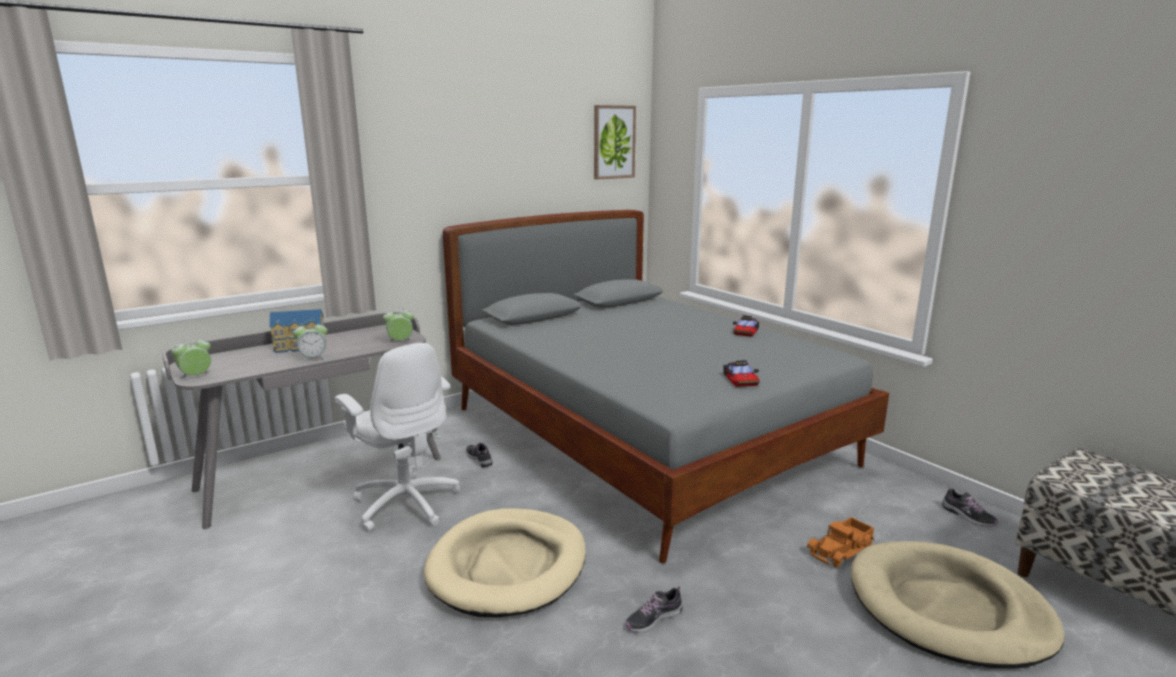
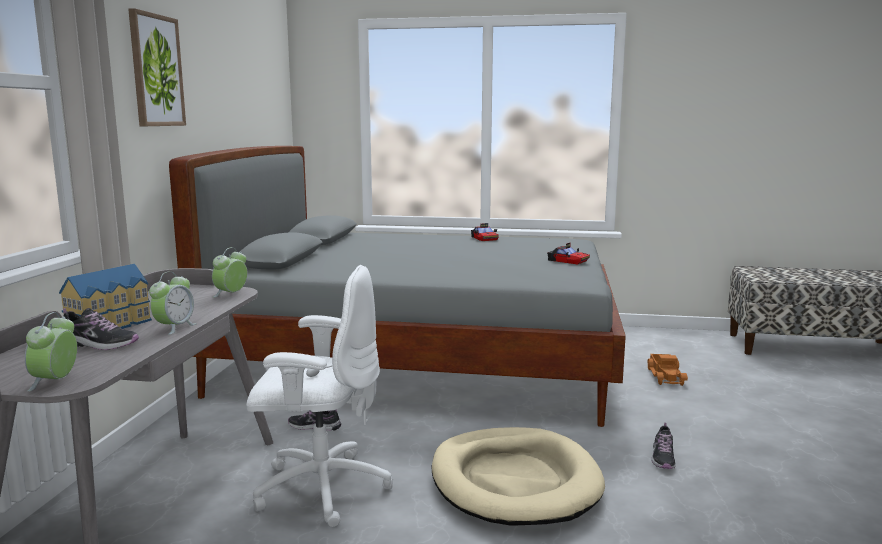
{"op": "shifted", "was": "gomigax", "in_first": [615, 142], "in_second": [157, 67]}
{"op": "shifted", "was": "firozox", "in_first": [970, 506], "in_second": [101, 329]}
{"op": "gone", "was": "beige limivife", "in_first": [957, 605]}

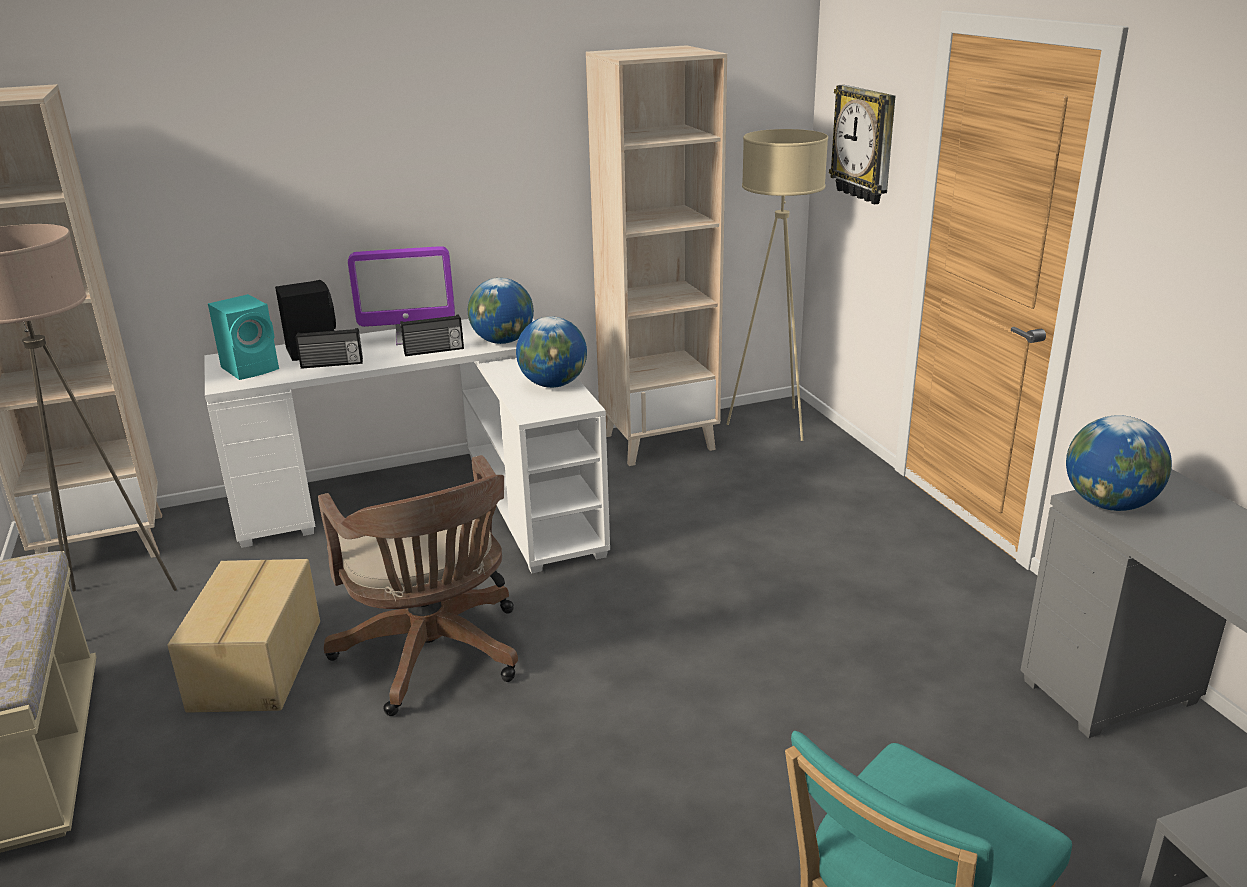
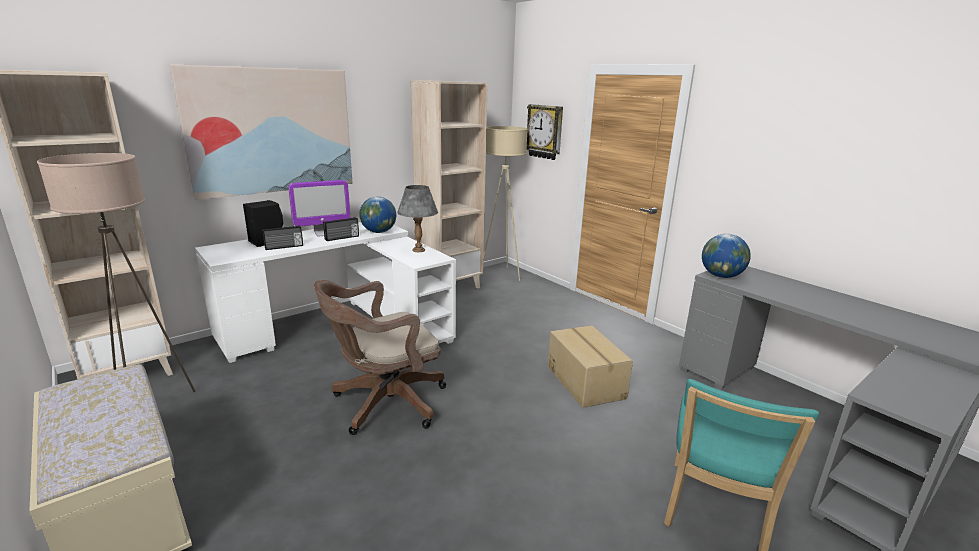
{"op": "gone", "was": "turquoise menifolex", "in_first": [243, 337]}
{"op": "swapped", "was": "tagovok", "now": "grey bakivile", "in_first": [551, 352], "in_second": [417, 218]}
{"op": "rotated", "was": "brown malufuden", "in_first": [418, 585], "in_second": [380, 357], "clockwise": 105}
{"op": "shifted", "was": "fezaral", "in_first": [244, 636], "in_second": [590, 366]}
{"op": "new", "now": "gomigax", "in_second": [260, 132]}

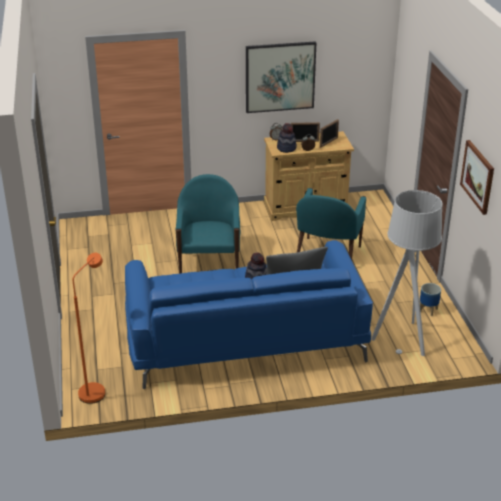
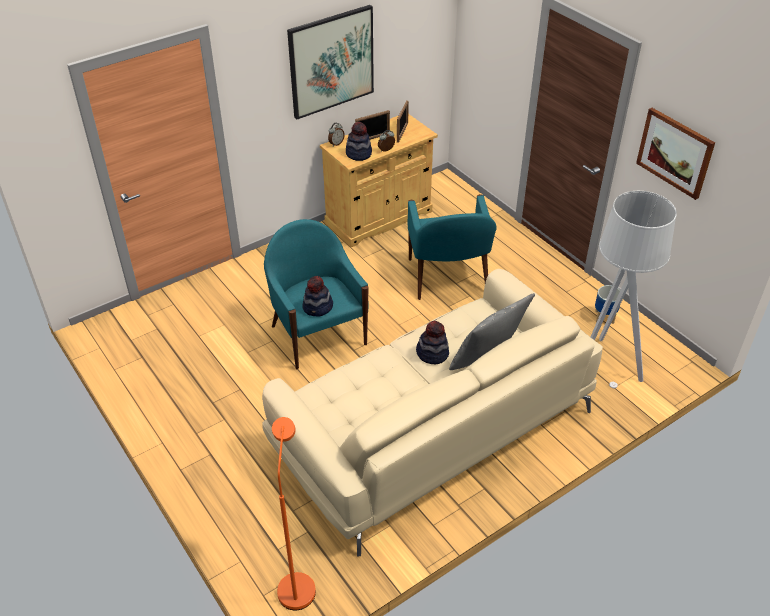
{"op": "repainted", "was": "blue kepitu", "now": "beige kepitu", "in_first": [249, 314], "in_second": [432, 412]}
{"op": "new", "now": "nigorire", "in_second": [317, 296]}

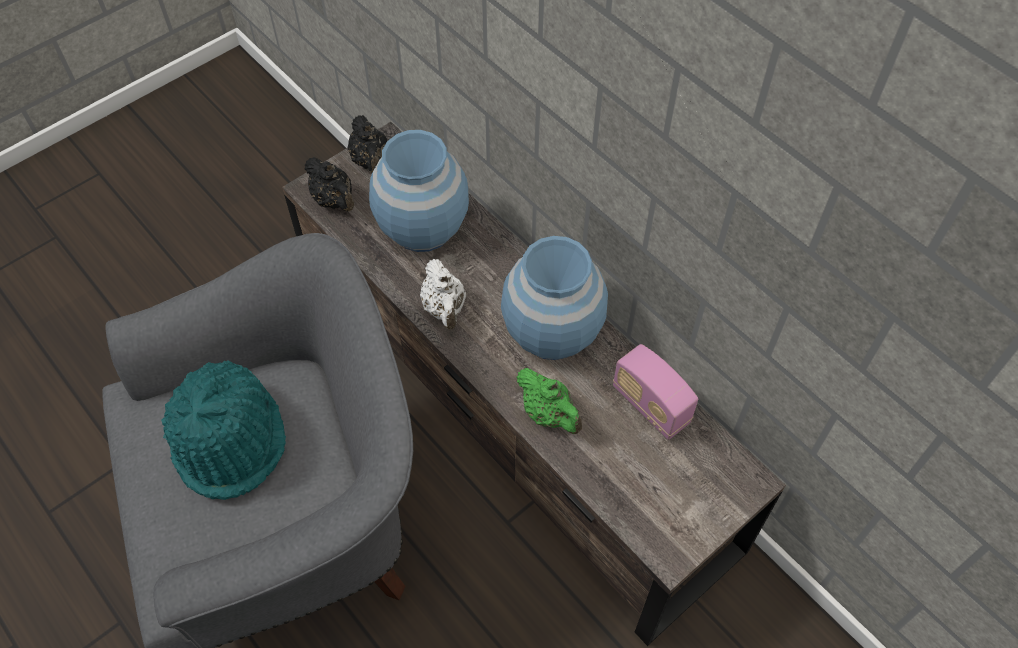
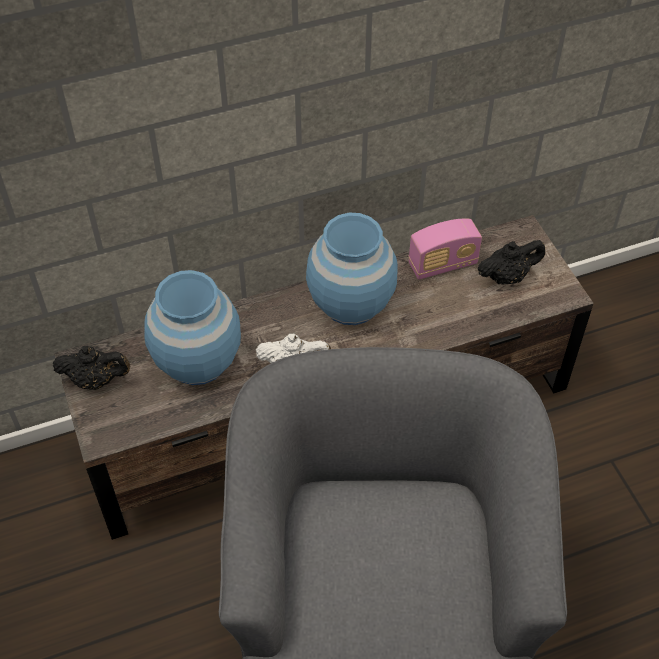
{"op": "shifted", "was": "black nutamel", "in_first": [329, 184], "in_second": [511, 262]}
{"op": "gone", "was": "turquoise nigorire", "in_first": [223, 430]}
{"op": "gone", "was": "green nutamel", "in_first": [549, 401]}

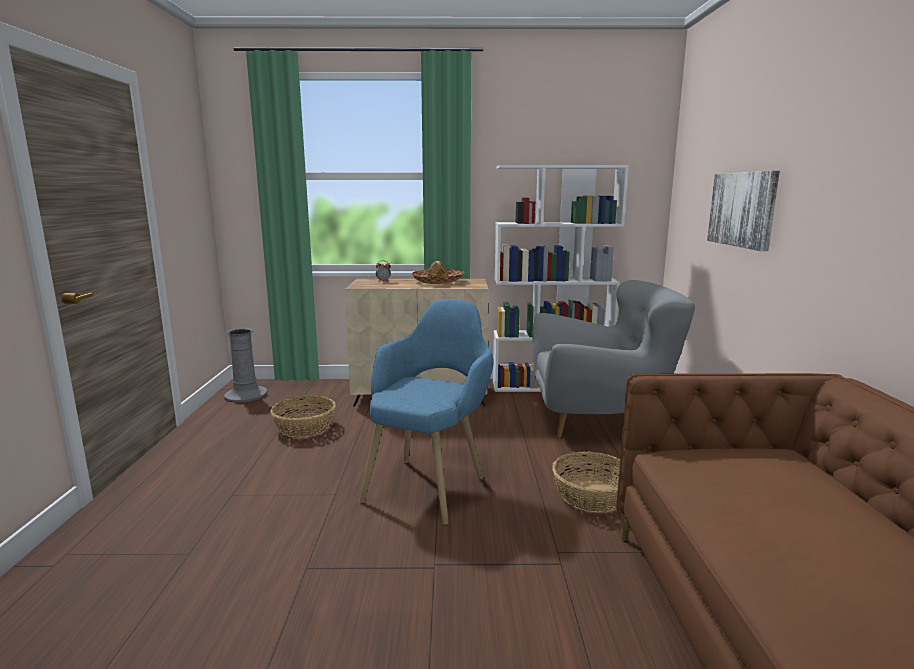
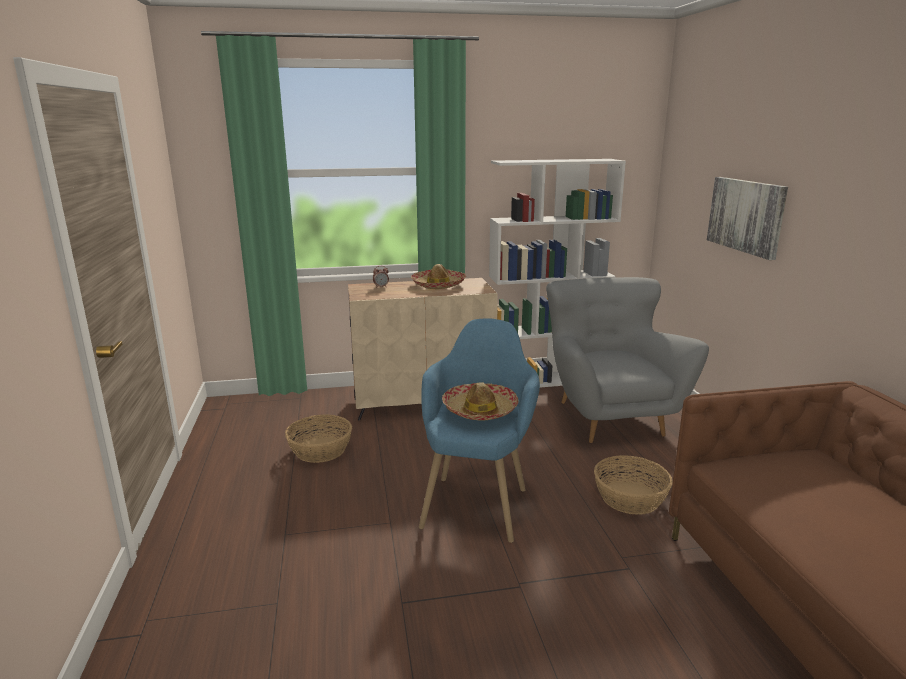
{"op": "rotated", "was": "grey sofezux", "in_first": [613, 359], "in_second": [627, 360], "clockwise": -90}
{"op": "gone", "was": "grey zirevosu", "in_first": [245, 365]}
{"op": "new", "now": "nigorire", "in_second": [480, 401]}

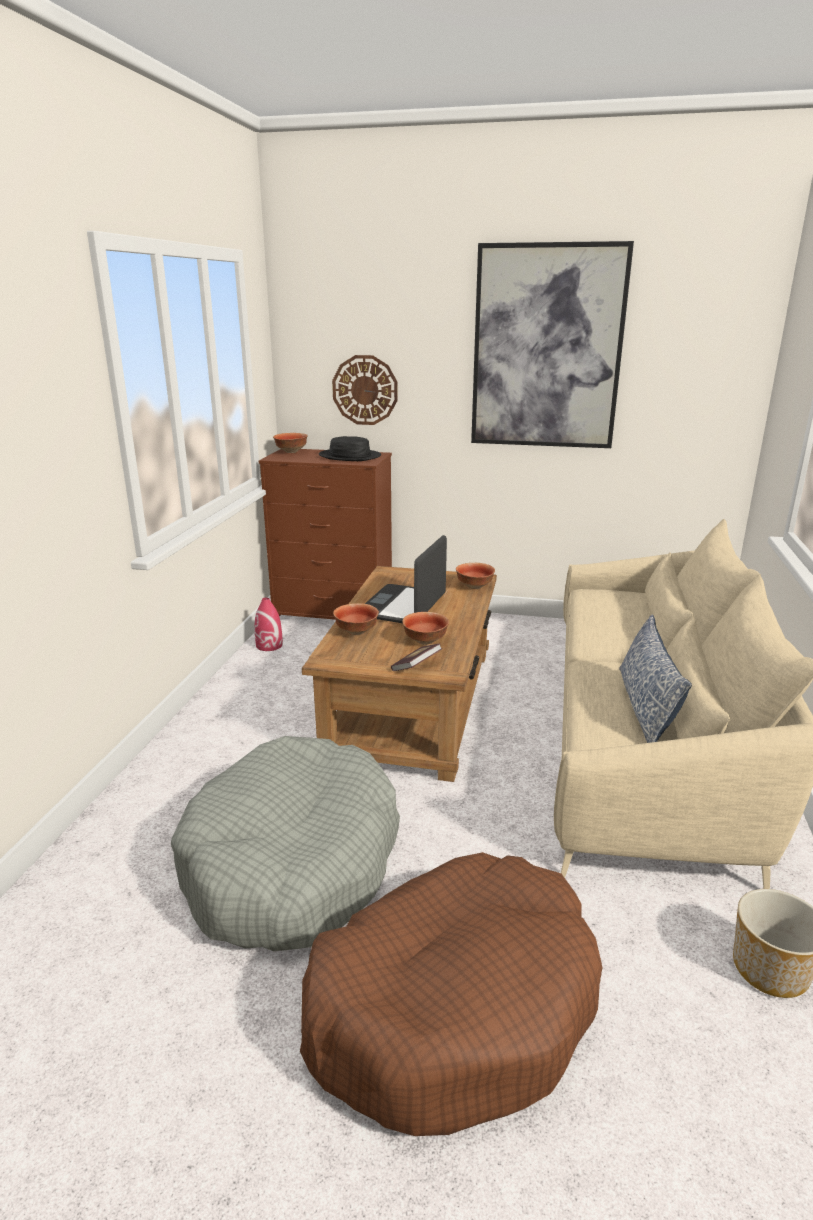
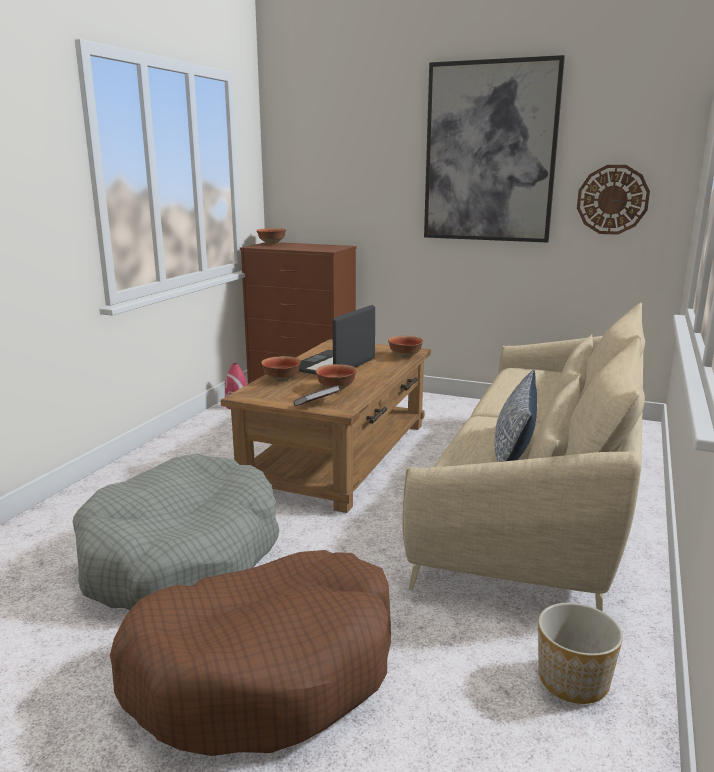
{"op": "shifted", "was": "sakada", "in_first": [365, 390], "in_second": [613, 200]}
{"op": "gone", "was": "black nigorire", "in_first": [350, 448]}

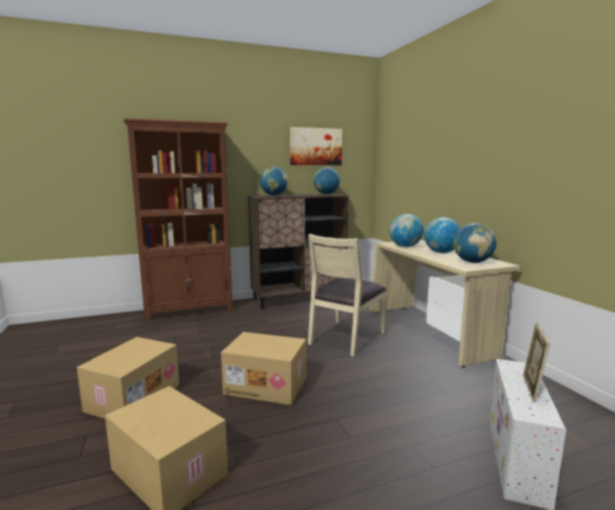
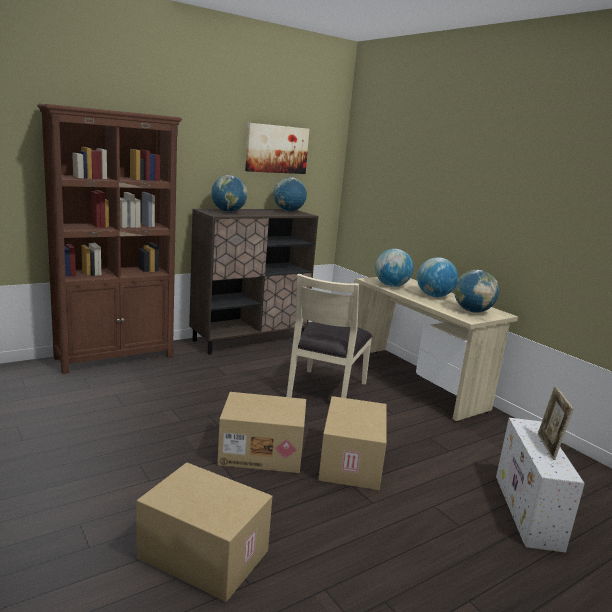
{"op": "shifted", "was": "fezaral", "in_first": [128, 378], "in_second": [352, 443]}

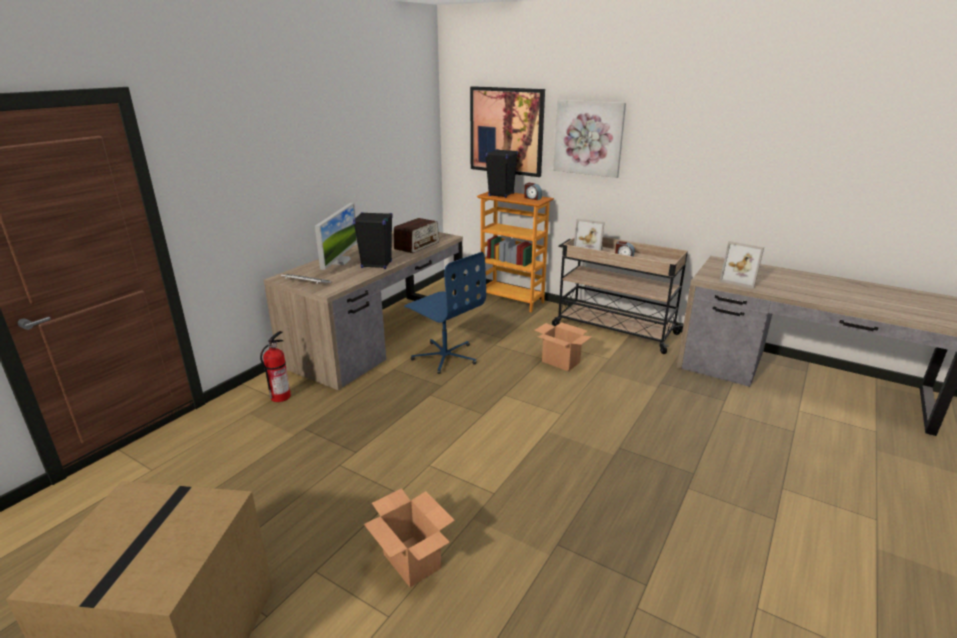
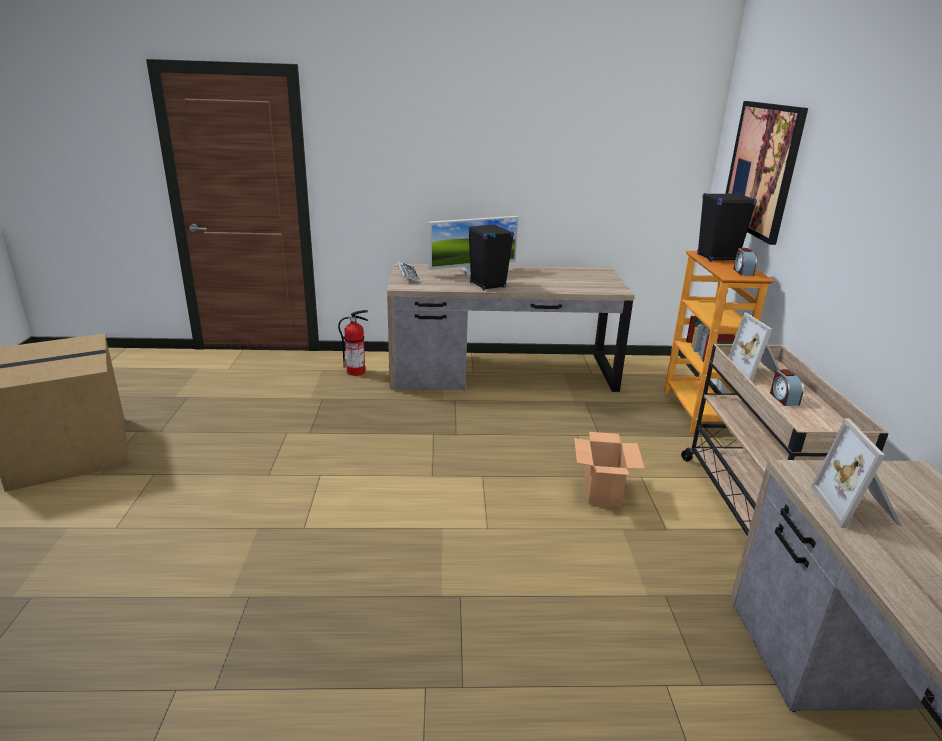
{"op": "gone", "was": "gomigax", "in_first": [589, 139]}
{"op": "gone", "was": "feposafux", "in_first": [416, 235]}
{"op": "gone", "was": "blue malufuden", "in_first": [445, 313]}
{"op": "gone", "was": "fezaral", "in_first": [409, 537]}

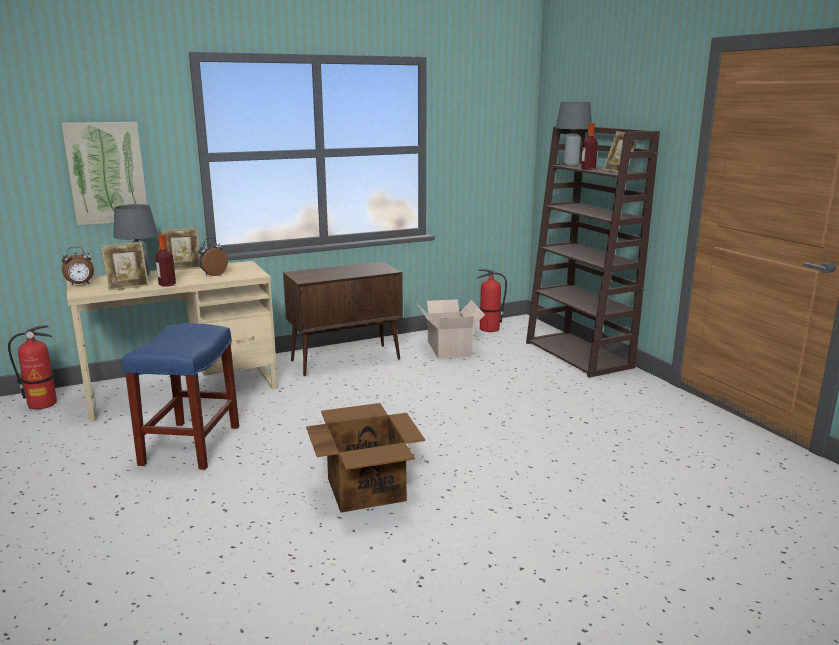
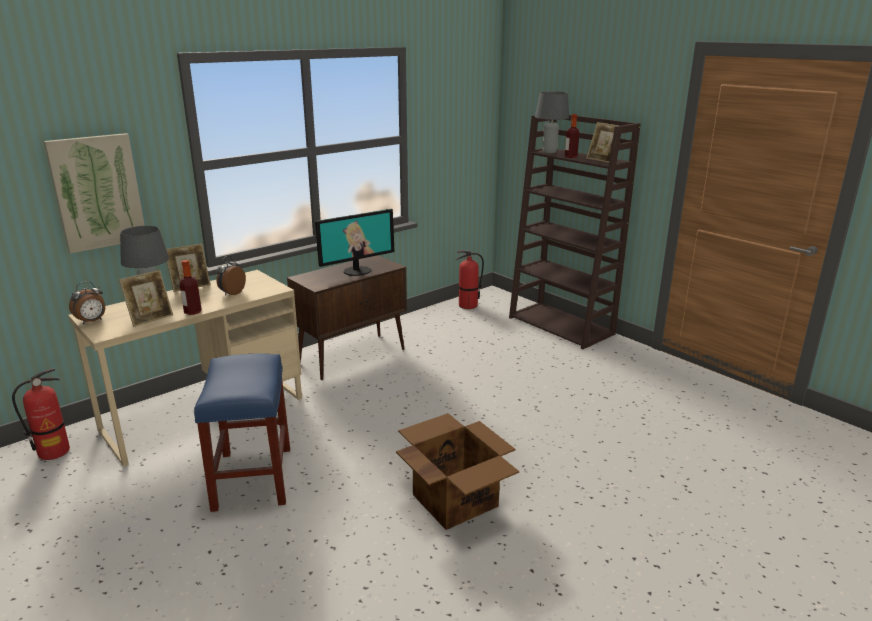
{"op": "gone", "was": "fezaral", "in_first": [451, 329]}
{"op": "new", "now": "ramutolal", "in_second": [354, 242]}

